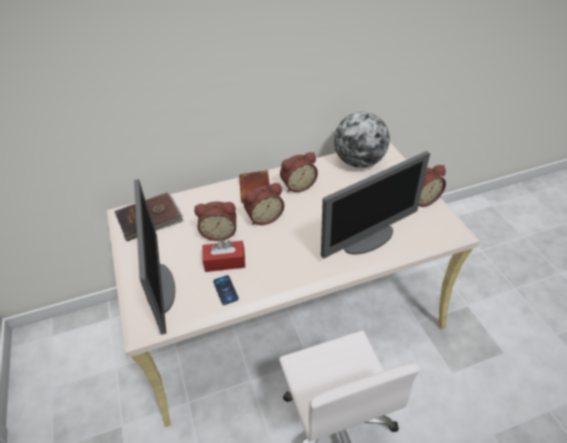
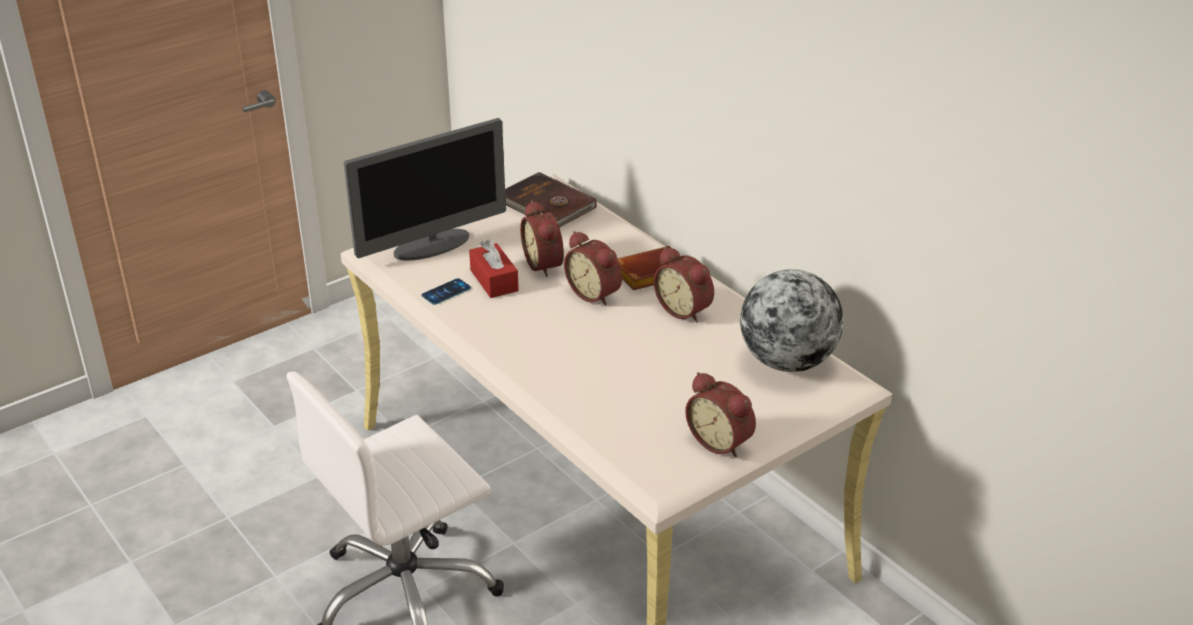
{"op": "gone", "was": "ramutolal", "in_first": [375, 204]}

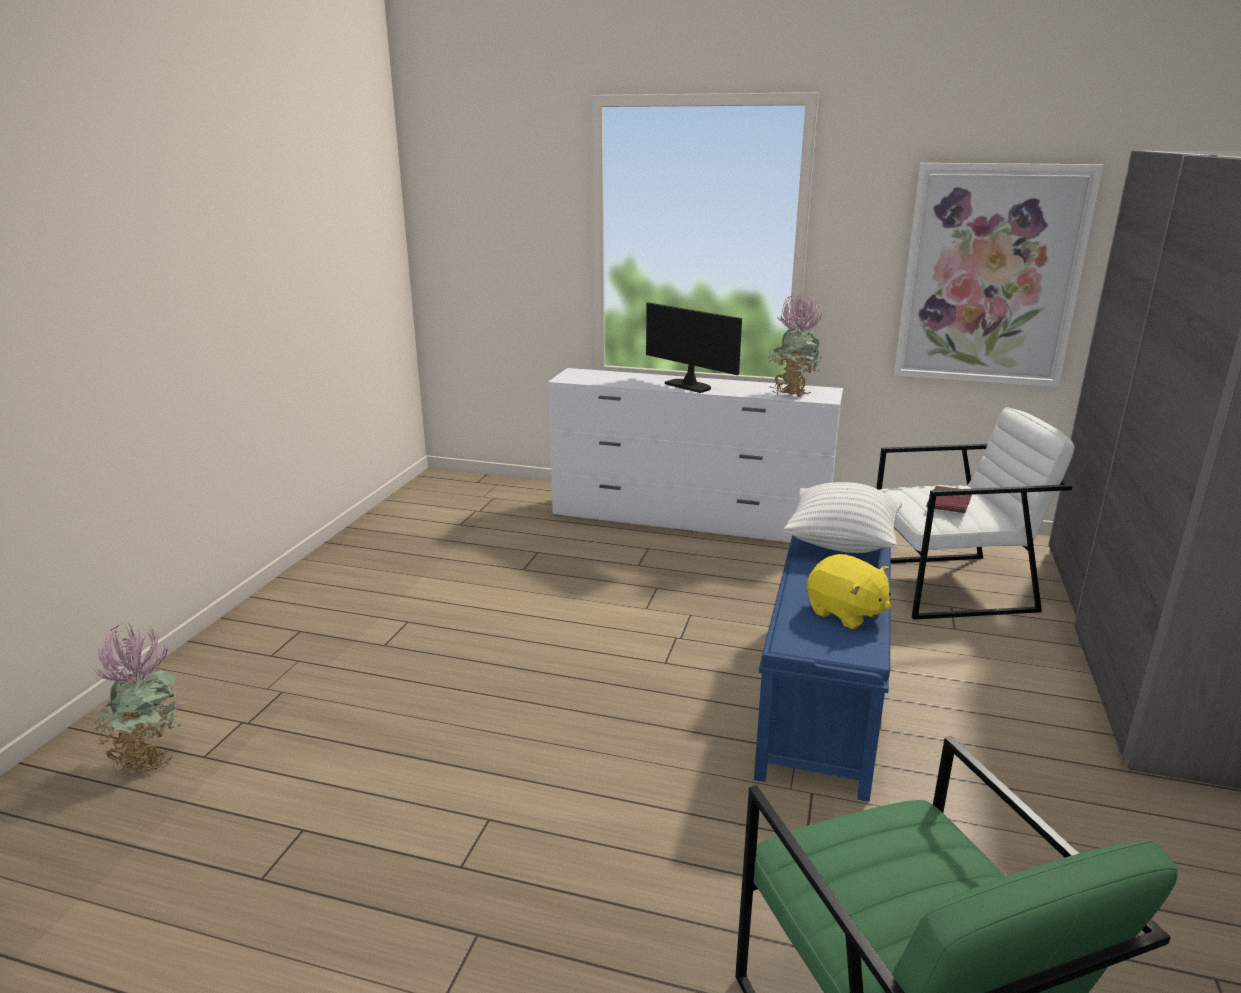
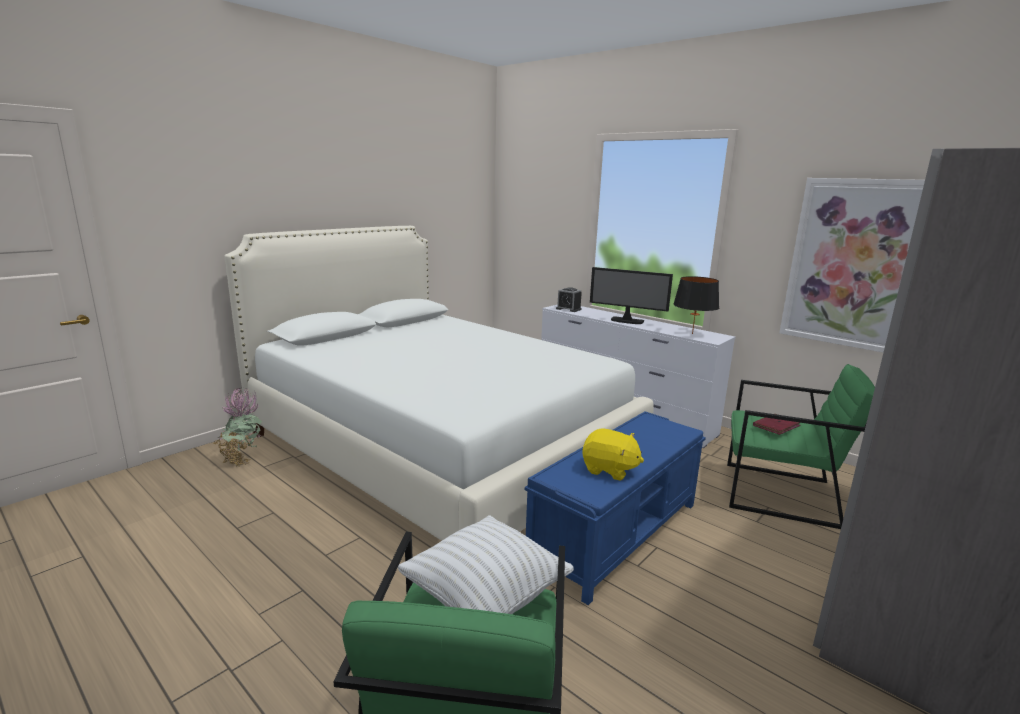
{"op": "swapped", "was": "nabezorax", "now": "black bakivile", "in_first": [795, 346], "in_second": [696, 305]}
{"op": "rotated", "was": "ramutolal", "in_first": [694, 348], "in_second": [631, 295], "clockwise": 135}
{"op": "repainted", "was": "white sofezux", "now": "green sofezux", "in_first": [975, 513], "in_second": [801, 446]}
{"op": "shifted", "was": "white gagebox", "in_first": [843, 517], "in_second": [486, 564]}
{"op": "rotated", "was": "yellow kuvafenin", "in_first": [849, 591], "in_second": [613, 454], "clockwise": -45}
{"op": "new", "now": "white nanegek", "in_second": [439, 383]}
{"op": "new", "now": "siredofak", "in_second": [569, 299]}

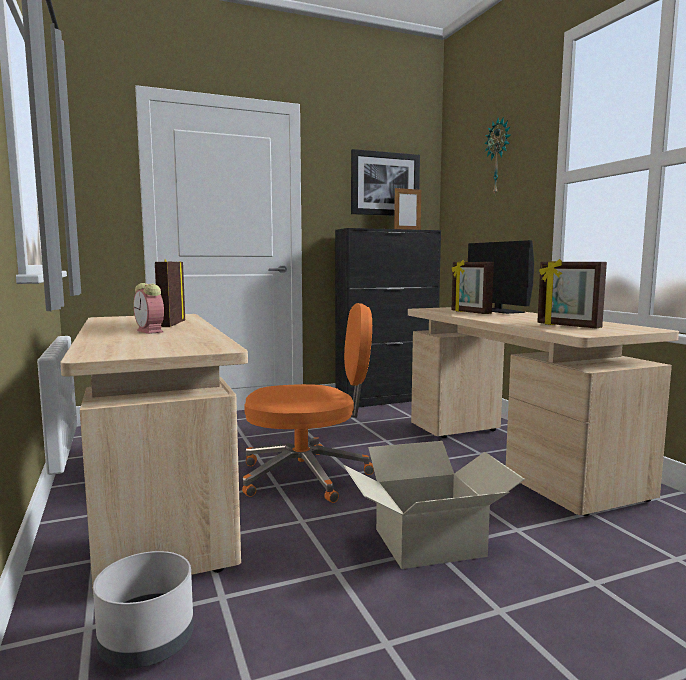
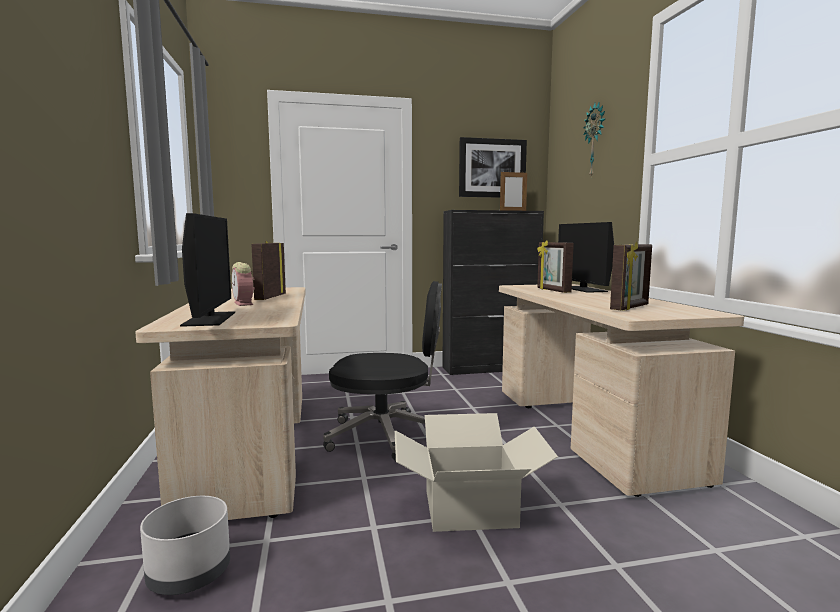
{"op": "rotated", "was": "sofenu", "in_first": [572, 293], "in_second": [631, 276], "clockwise": -105}
{"op": "repainted", "was": "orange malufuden", "now": "black malufuden", "in_first": [308, 403], "in_second": [382, 372]}
{"op": "new", "now": "ramutolal", "in_second": [207, 270]}

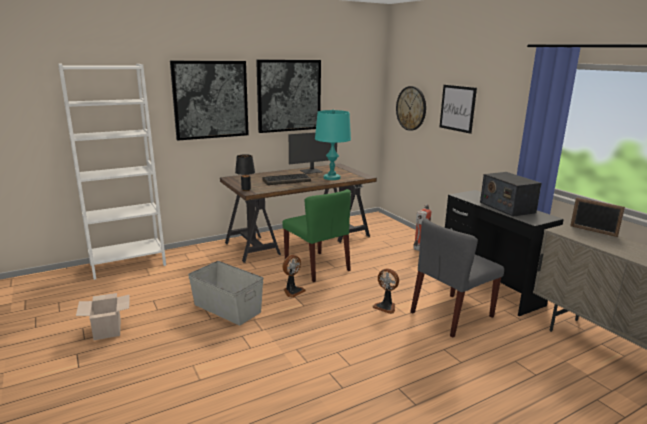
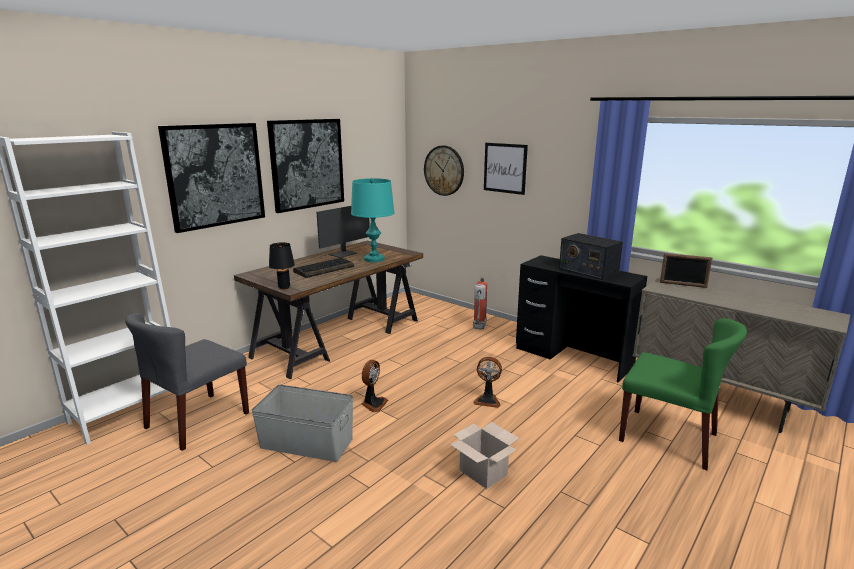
{"op": "shifted", "was": "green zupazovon", "in_first": [316, 235], "in_second": [683, 394]}
{"op": "shifted", "was": "grey zupazovon", "in_first": [457, 278], "in_second": [187, 382]}
{"op": "shifted", "was": "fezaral", "in_first": [103, 316], "in_second": [484, 455]}

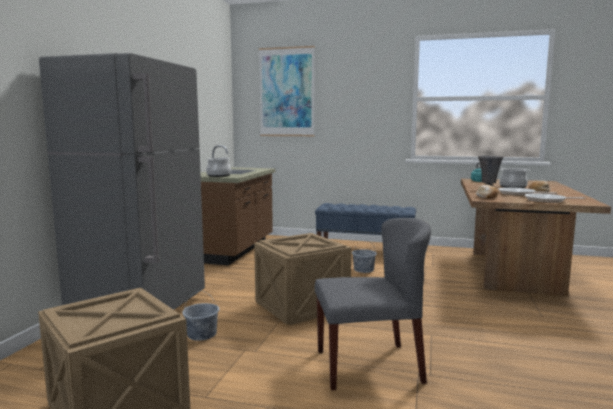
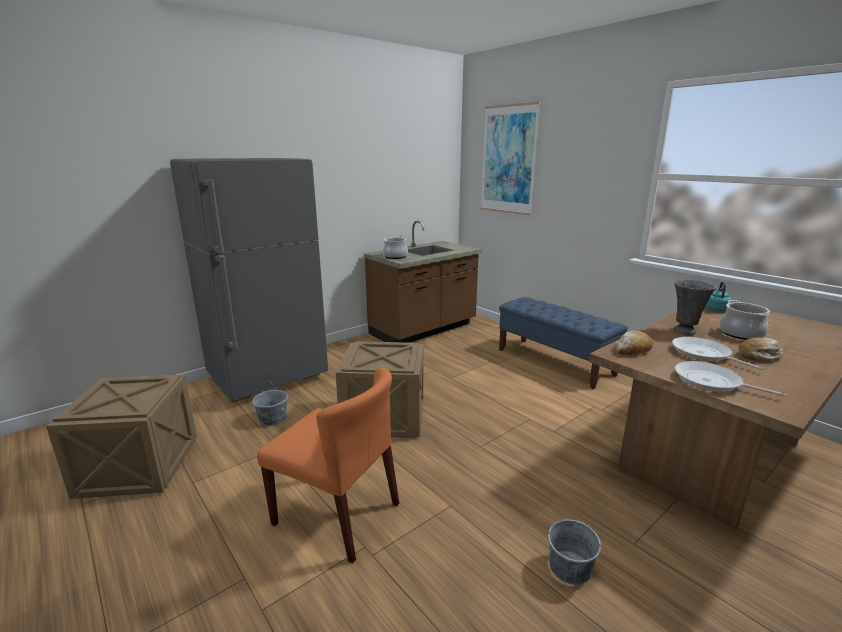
{"op": "repainted", "was": "grey zupazovon", "now": "orange zupazovon", "in_first": [373, 304], "in_second": [328, 466]}
{"op": "shifted", "was": "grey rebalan", "in_first": [364, 256], "in_second": [575, 551]}

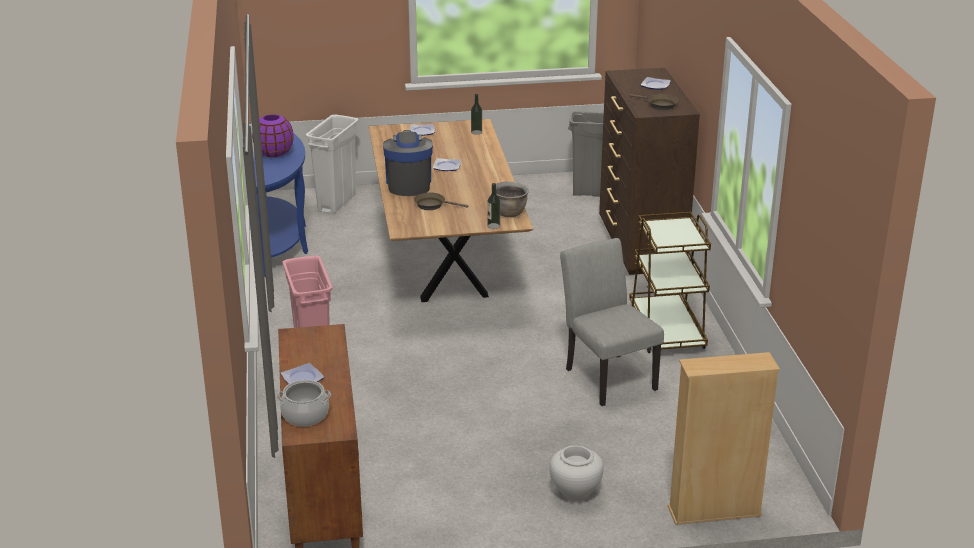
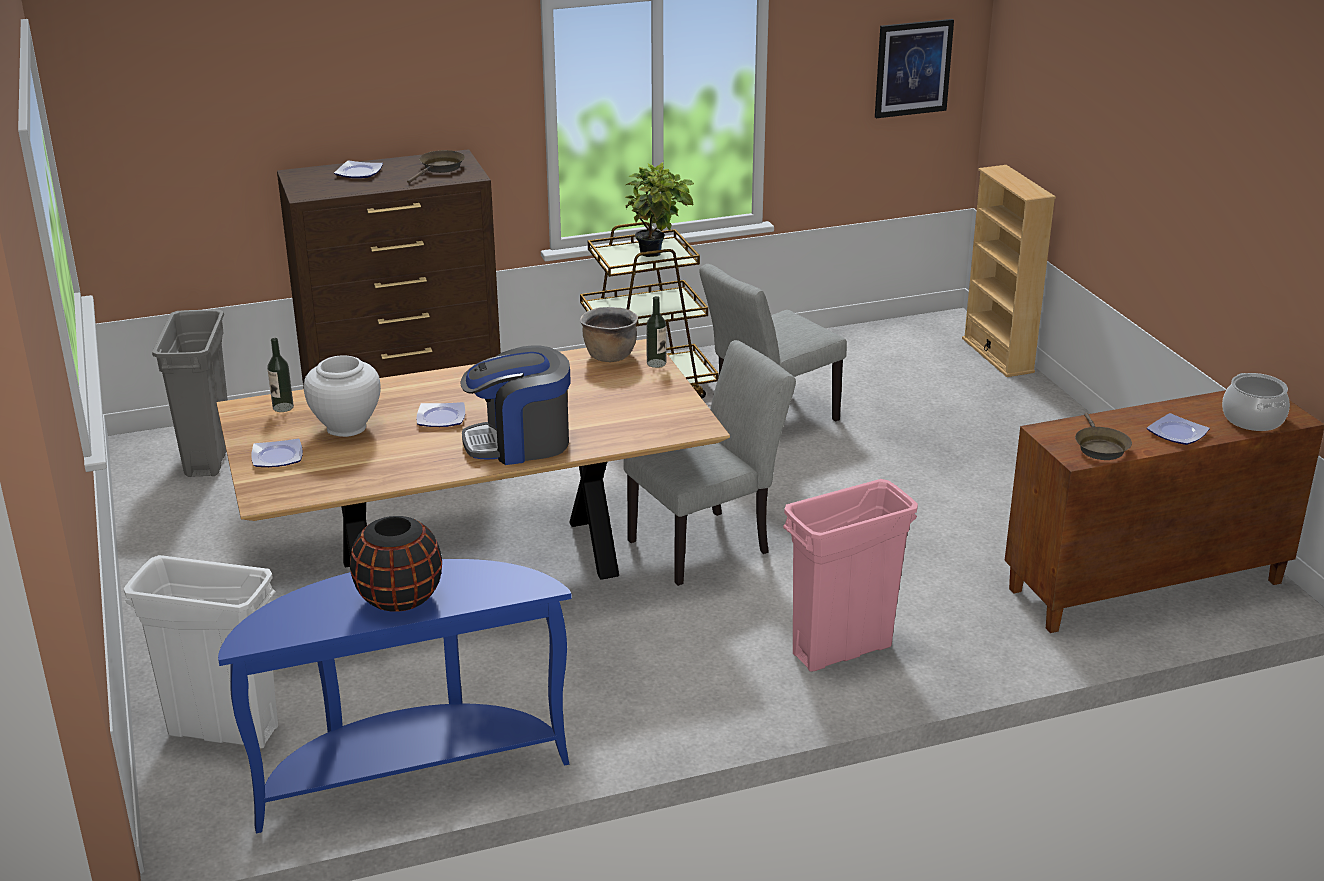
{"op": "repainted", "was": "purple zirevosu", "now": "black zirevosu", "in_first": [273, 135], "in_second": [396, 564]}
{"op": "shifted", "was": "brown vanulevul", "in_first": [441, 201], "in_second": [1103, 436]}
{"op": "shifted", "was": "white zirevosu", "in_first": [577, 474], "in_second": [342, 396]}
{"op": "new", "now": "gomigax", "in_second": [914, 68]}
{"op": "new", "now": "nabezorax", "in_second": [659, 209]}
{"op": "new", "now": "grey zupazovon", "in_second": [709, 463]}

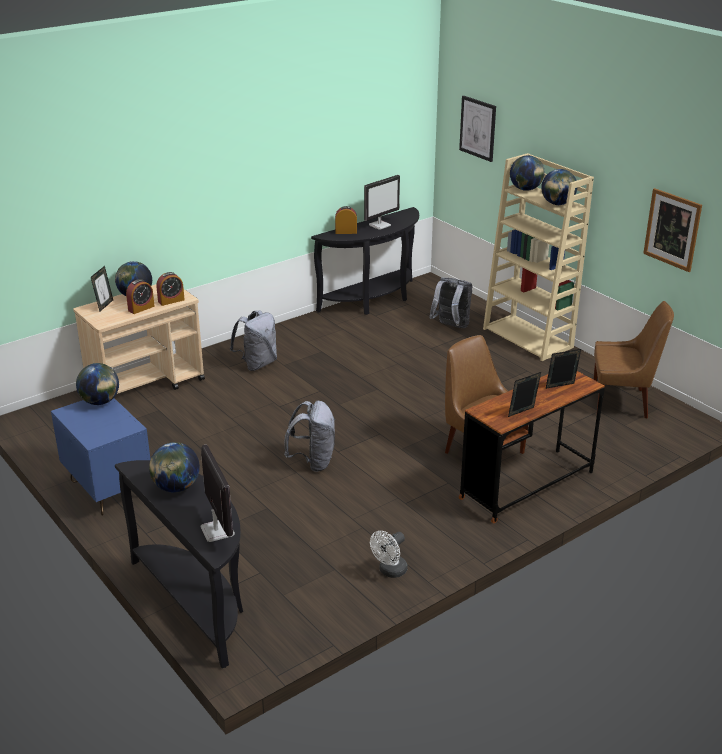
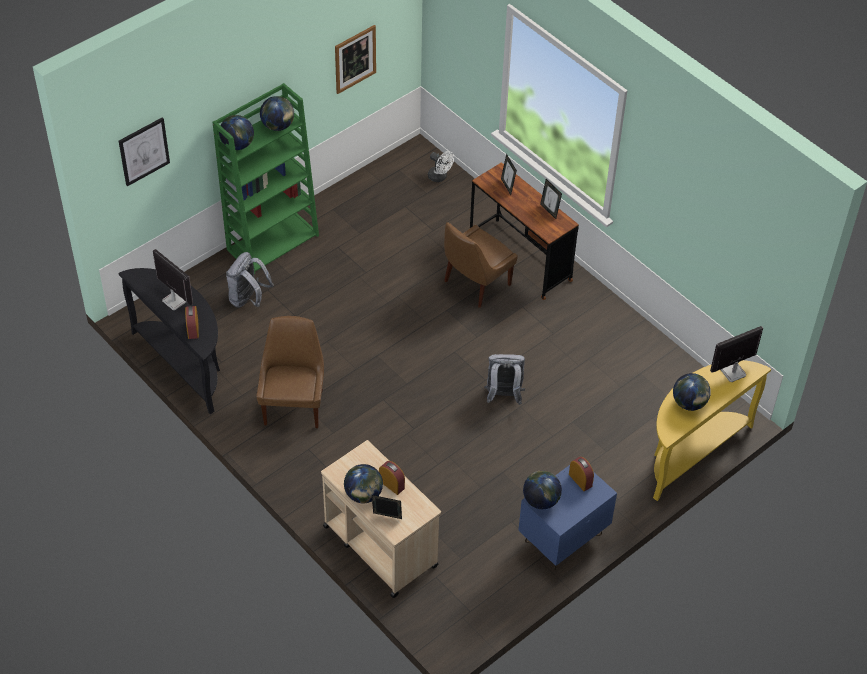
{"op": "repainted", "was": "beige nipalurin", "now": "green nipalurin", "in_first": [538, 257], "in_second": [266, 178]}
{"op": "shifted", "was": "siredofak", "in_first": [170, 289], "in_second": [581, 474]}
{"op": "shifted", "was": "brown zupazovon", "in_first": [633, 359], "in_second": [290, 372]}
{"op": "gone", "was": "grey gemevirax", "in_first": [253, 340]}
{"op": "repainted", "was": "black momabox", "now": "yellow momabox", "in_first": [179, 564], "in_second": [712, 430]}
{"op": "shifted", "was": "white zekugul", "in_first": [389, 554], "in_second": [441, 166]}

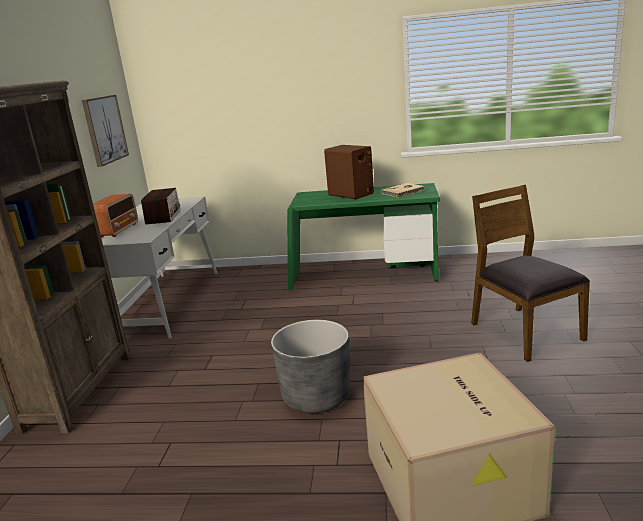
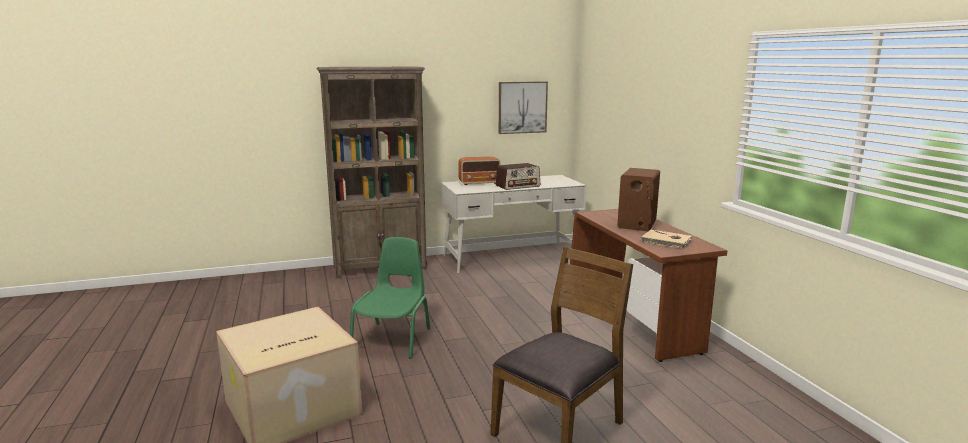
{"op": "repainted", "was": "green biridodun", "now": "brown biridodun", "in_first": [363, 236], "in_second": [648, 285]}
{"op": "swapped", "was": "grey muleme", "now": "green zupazovon", "in_first": [310, 366], "in_second": [390, 297]}

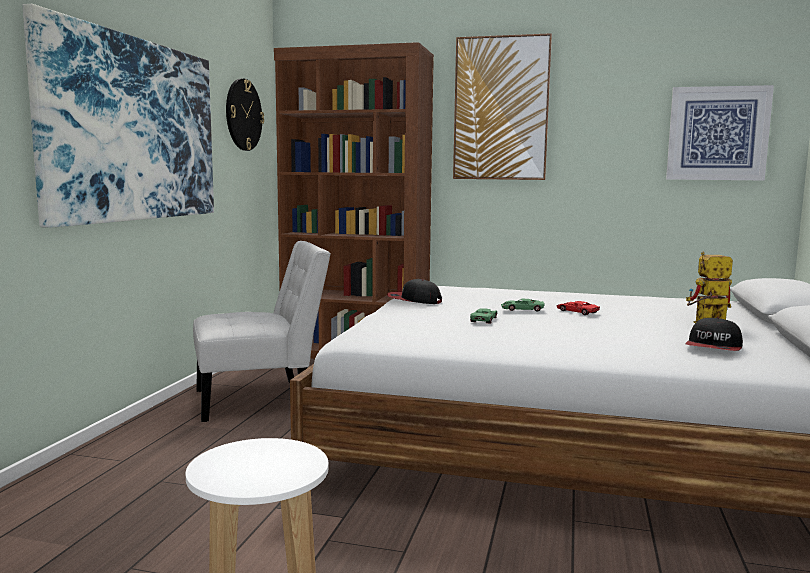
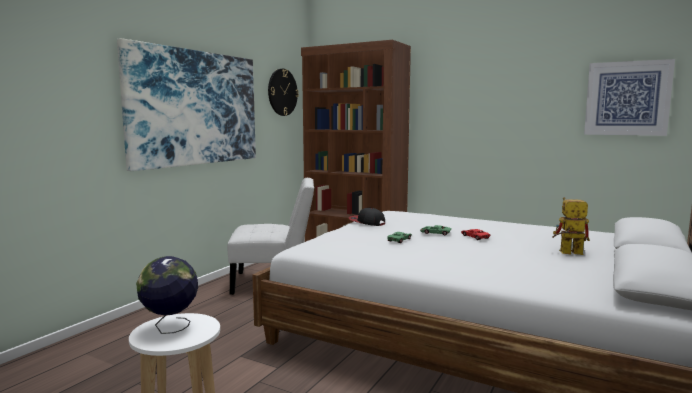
{"op": "gone", "was": "gomigax", "in_first": [502, 106]}
{"op": "gone", "was": "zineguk", "in_first": [714, 334]}
{"op": "new", "now": "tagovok", "in_second": [167, 295]}

